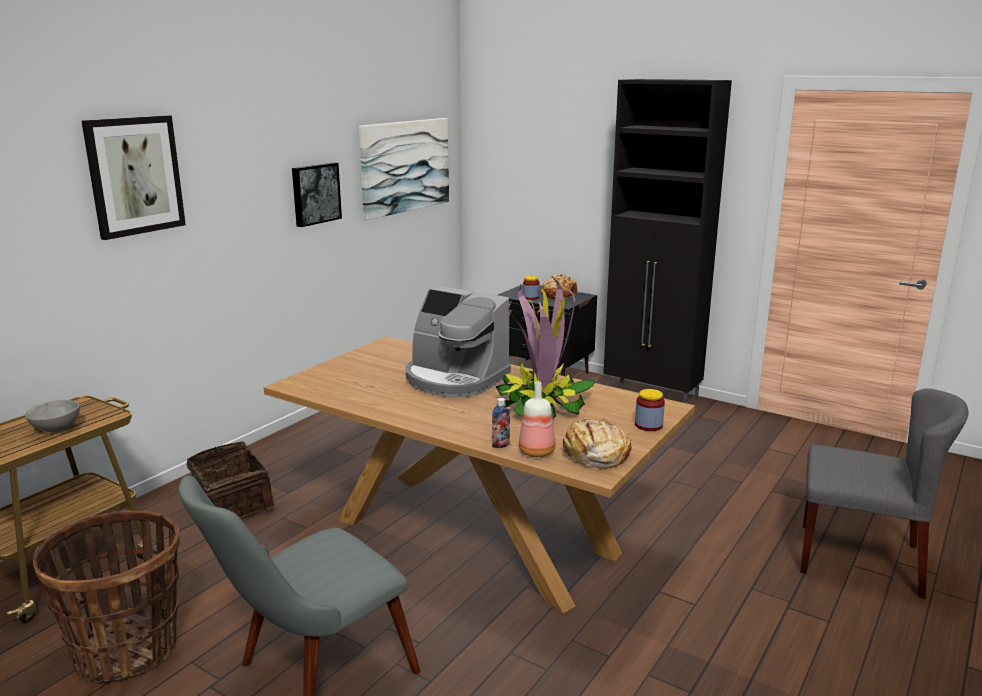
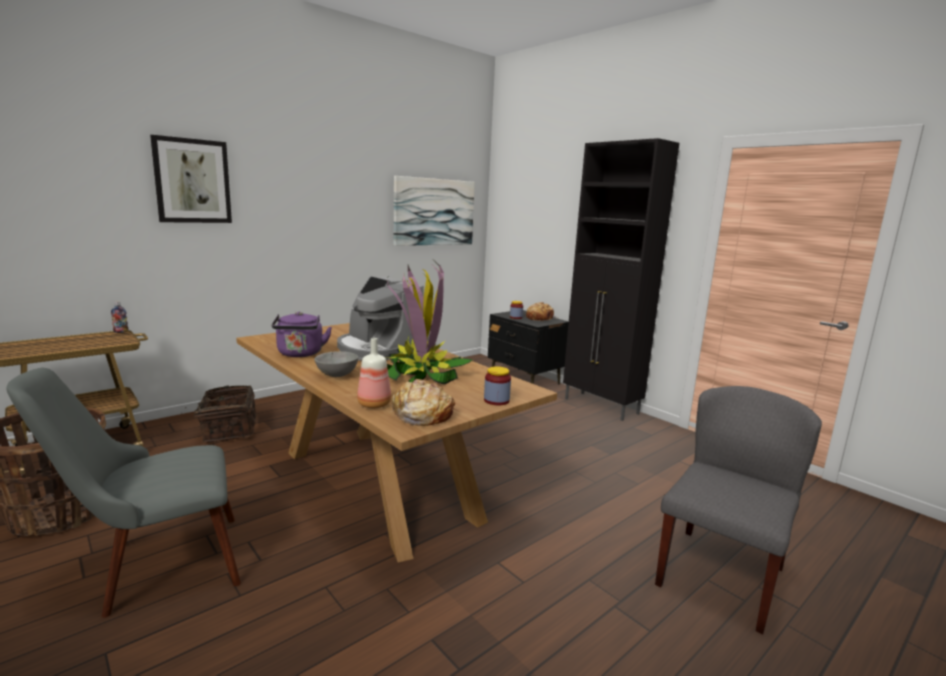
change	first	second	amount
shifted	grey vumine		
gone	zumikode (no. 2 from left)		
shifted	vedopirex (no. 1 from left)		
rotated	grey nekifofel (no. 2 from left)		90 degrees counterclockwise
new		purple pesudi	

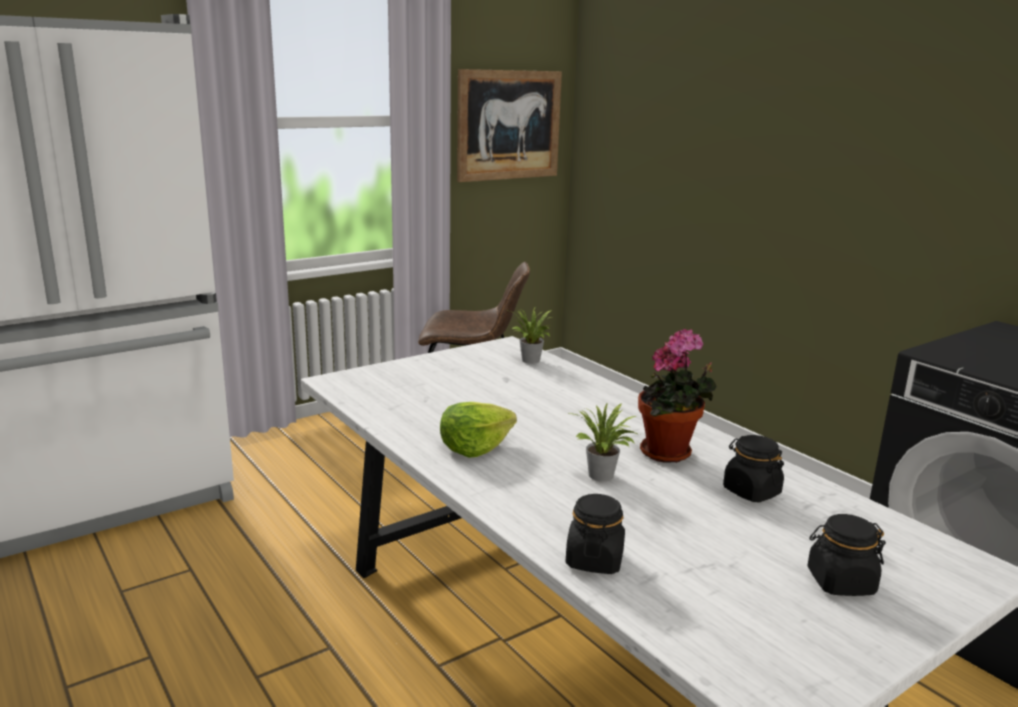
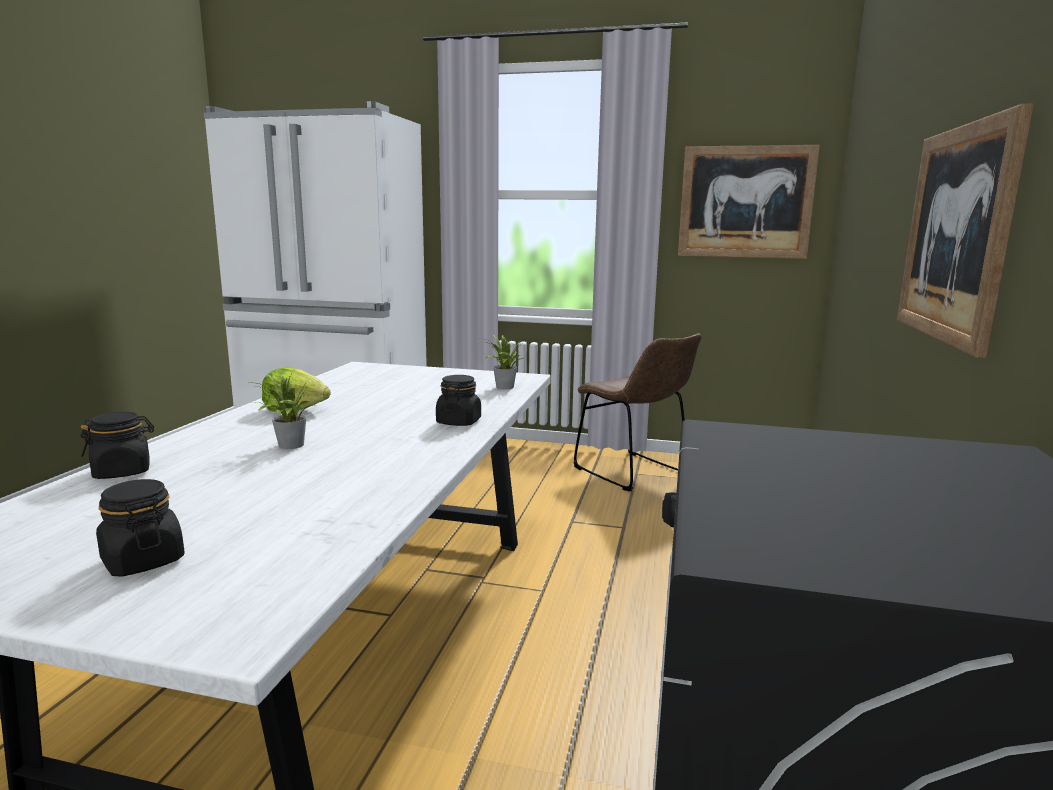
change	first	second	amount
gone	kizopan (no. 3 from left)		
shifted	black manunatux (no. 2 from left in the first image)	black manunatux (no. 3 from left)	
new		zumikode (no. 2 from left)	

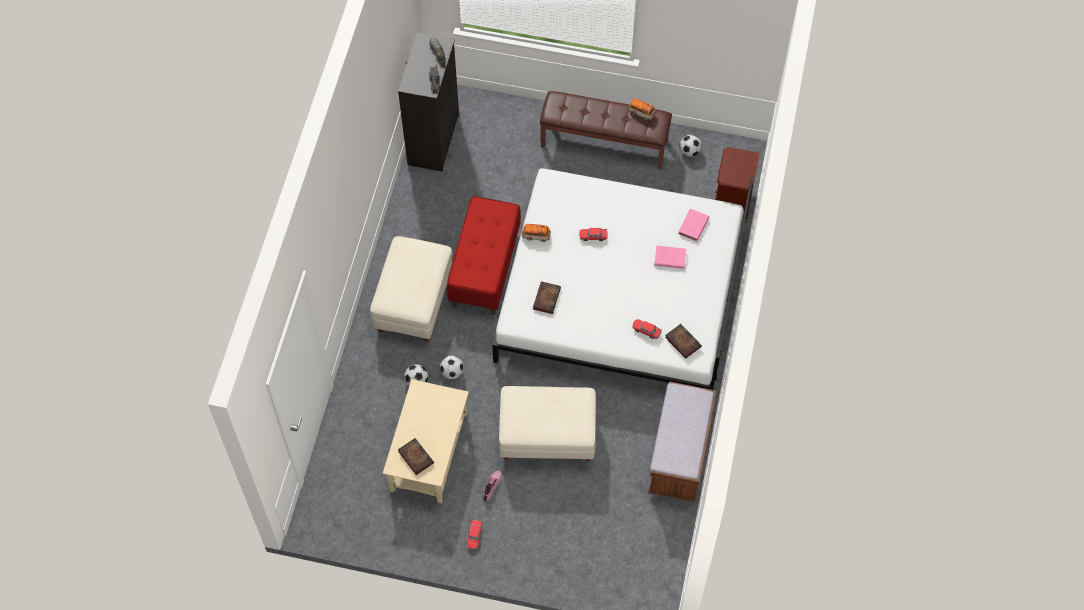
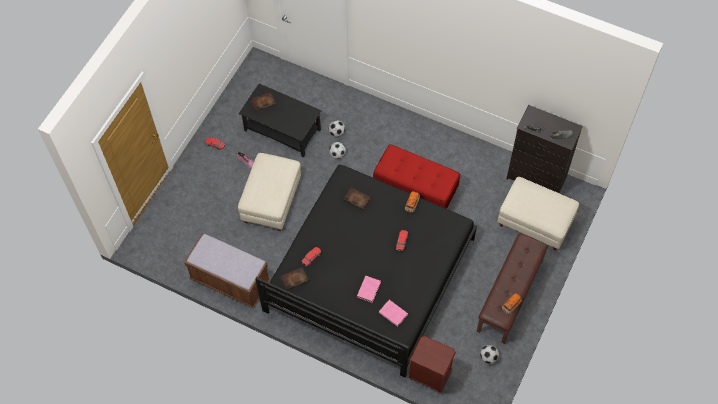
change	first	second	amount
shifted	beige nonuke (no. 1 from left in the first image)	beige nonuke (no. 2 from left)	
repainted	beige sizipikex	black sizipikex	
repainted	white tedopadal	black tedopadal	

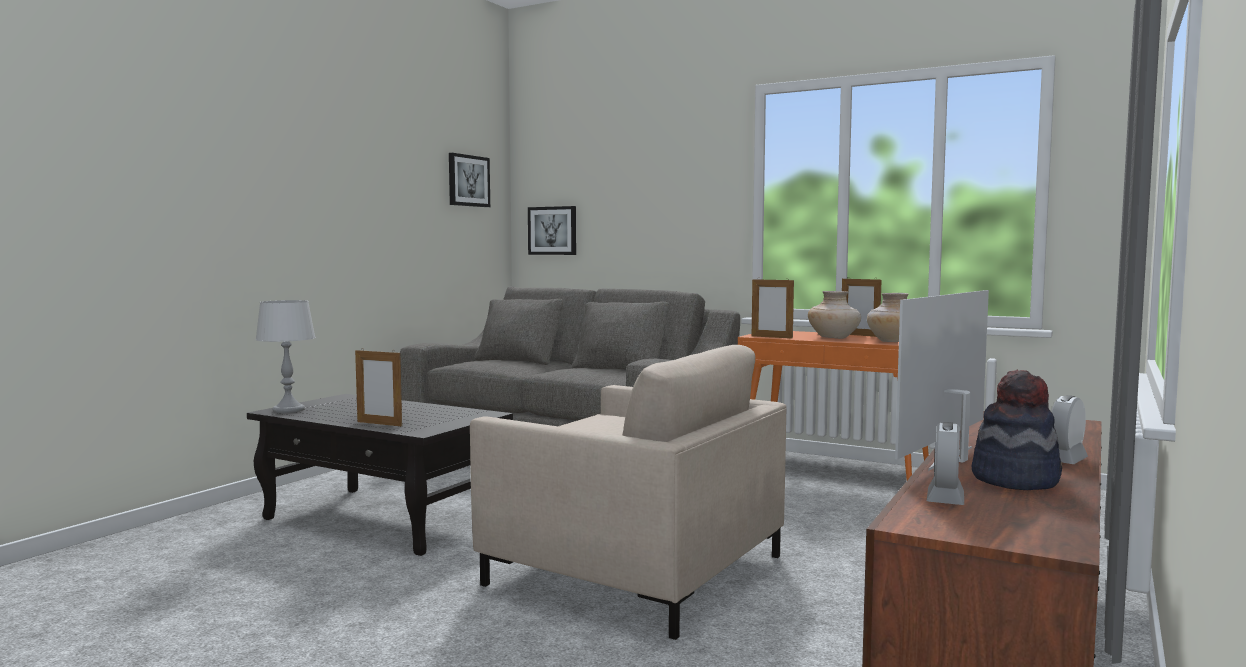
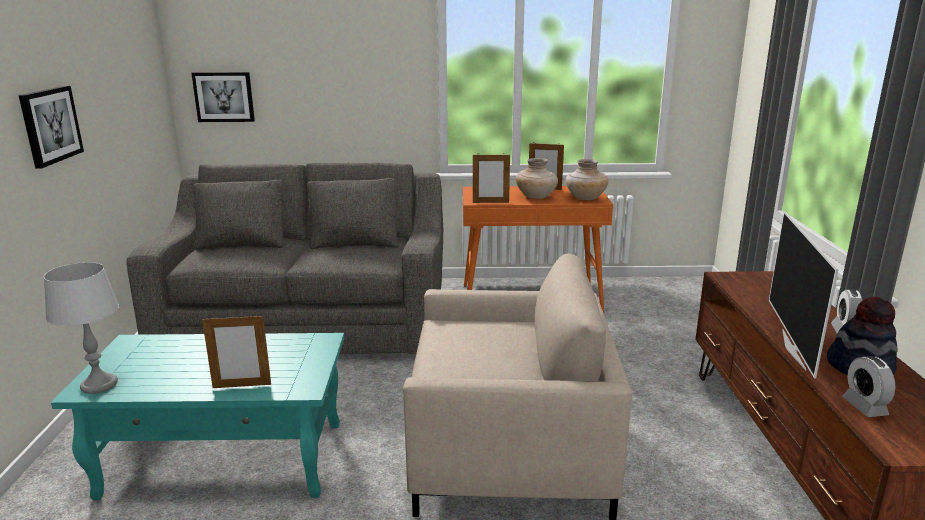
change	first	second	amount
repainted	black sizipikex	turquoise sizipikex	
shifted	zumikode (no. 1 from left)		

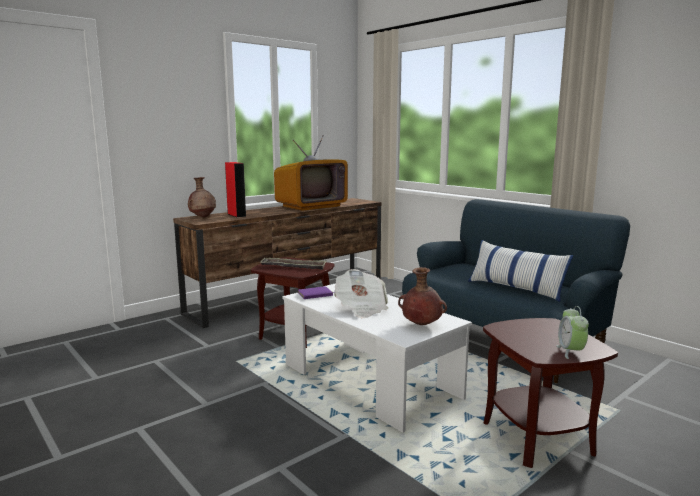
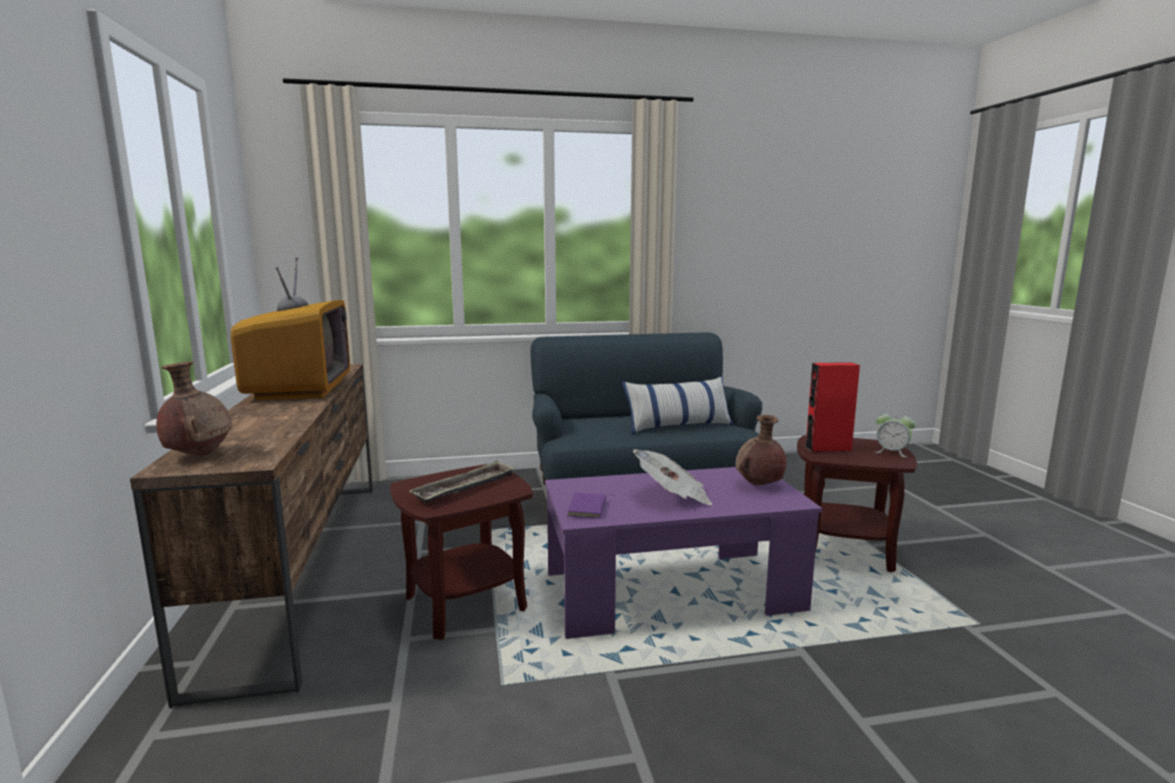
change	first	second	amount
shifted	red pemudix		
repainted	white sizipikex	purple sizipikex	

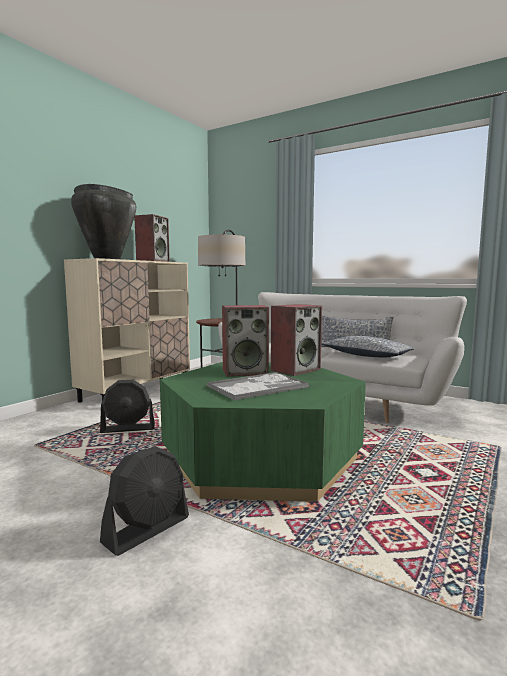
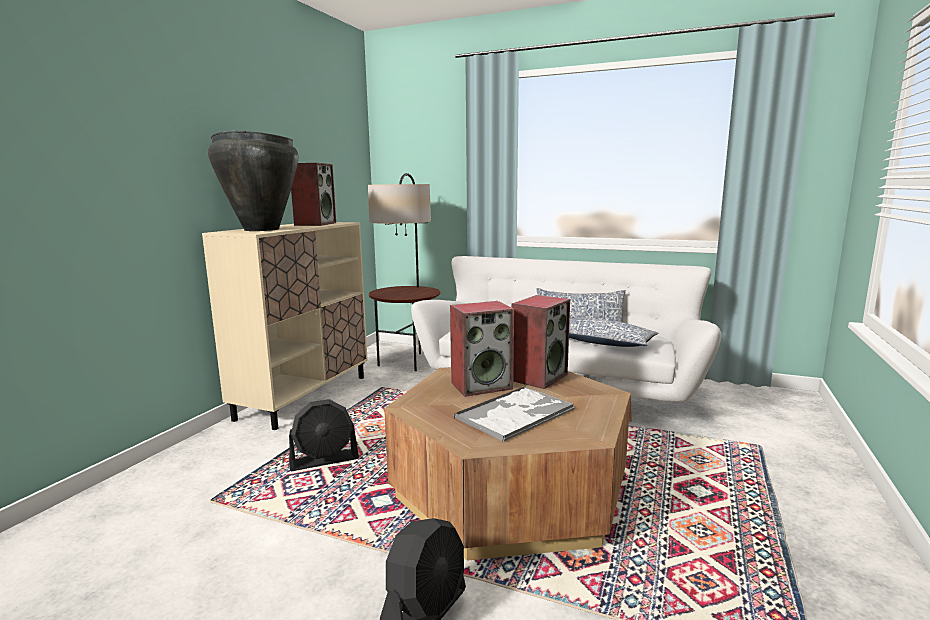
change	first	second	amount
repainted	green sizipikex	brown sizipikex	

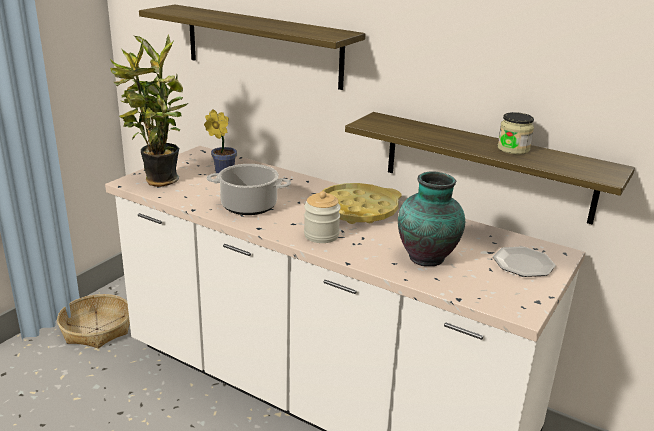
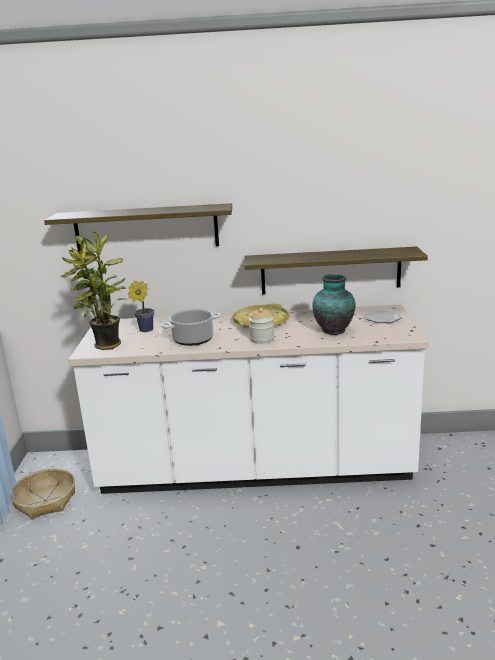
change	first	second	amount
gone	manunatux (no. 2 from left)		

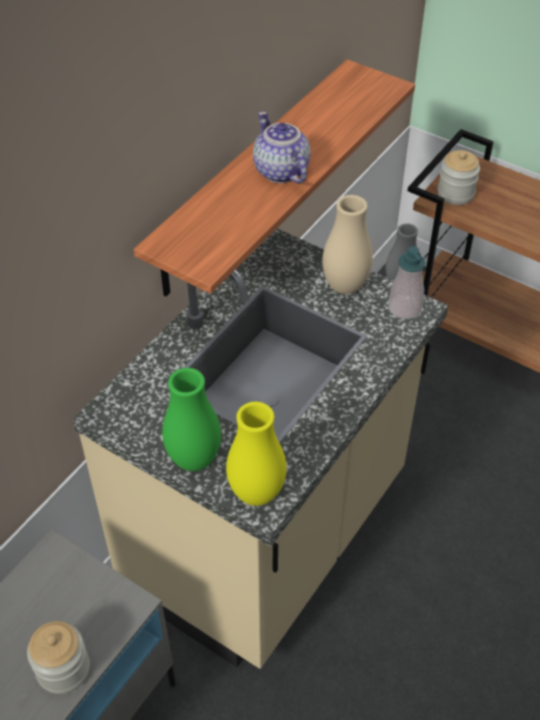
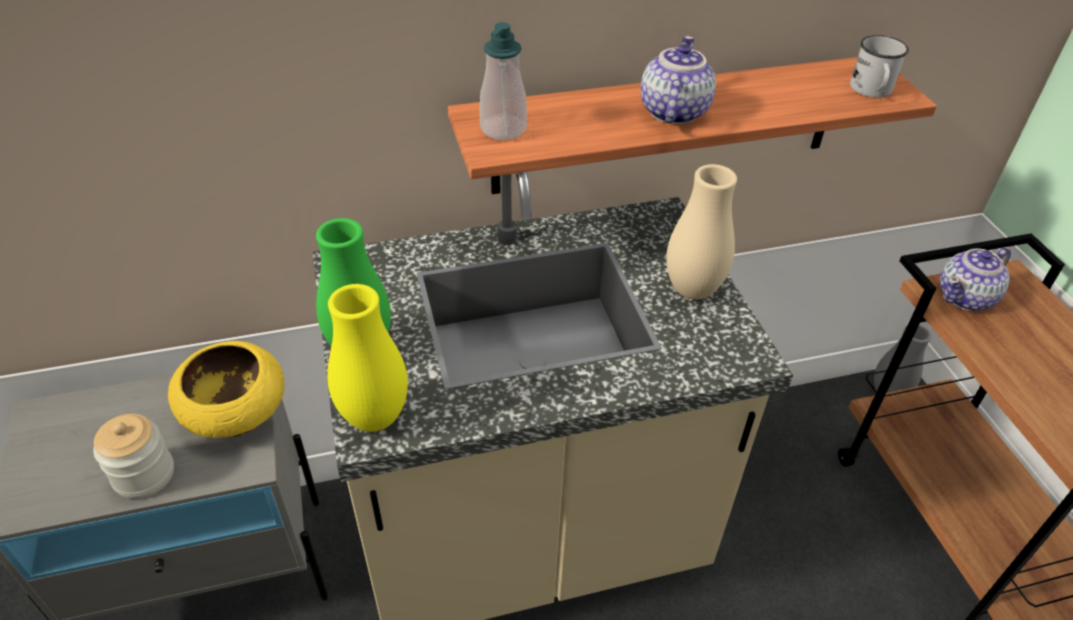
change	first	second	amount
shifted	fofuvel		
swapped	manunatux (no. 2 from left)	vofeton (no. 2 from left)	
new		yellow vumine	
new		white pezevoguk	

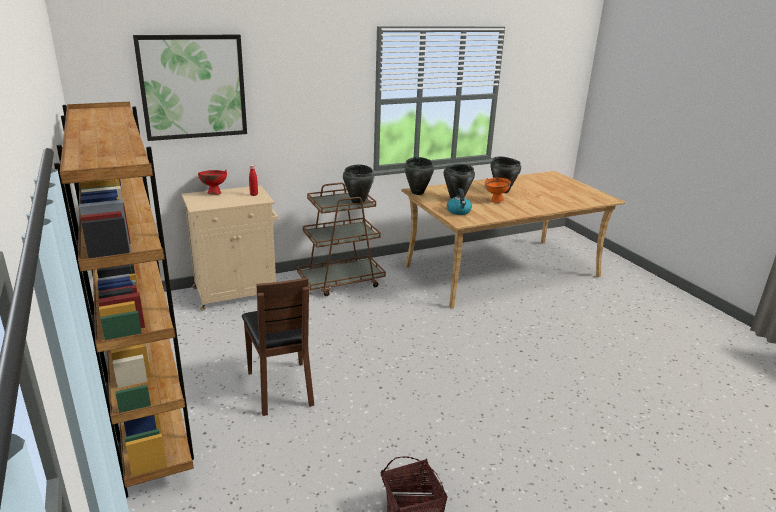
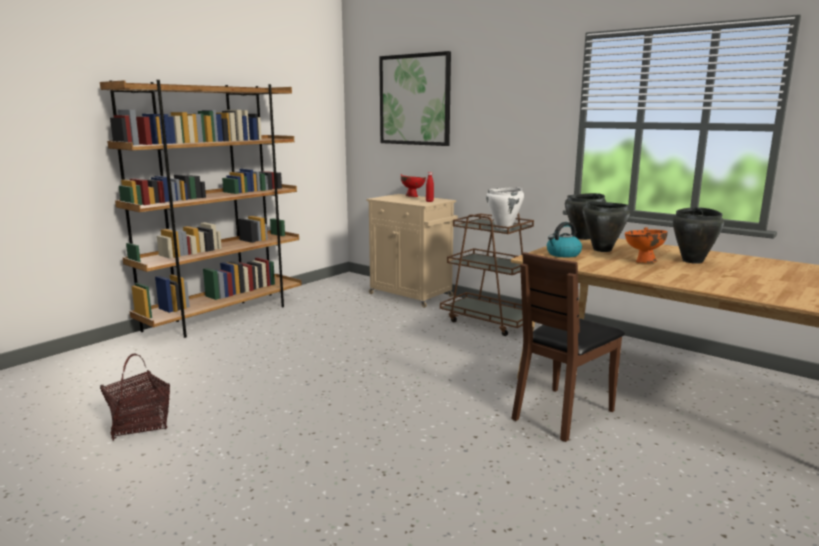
change	first	second	amount
shifted	brown nekifofel		
repainted	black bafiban (no. 1 from left)	white bafiban	

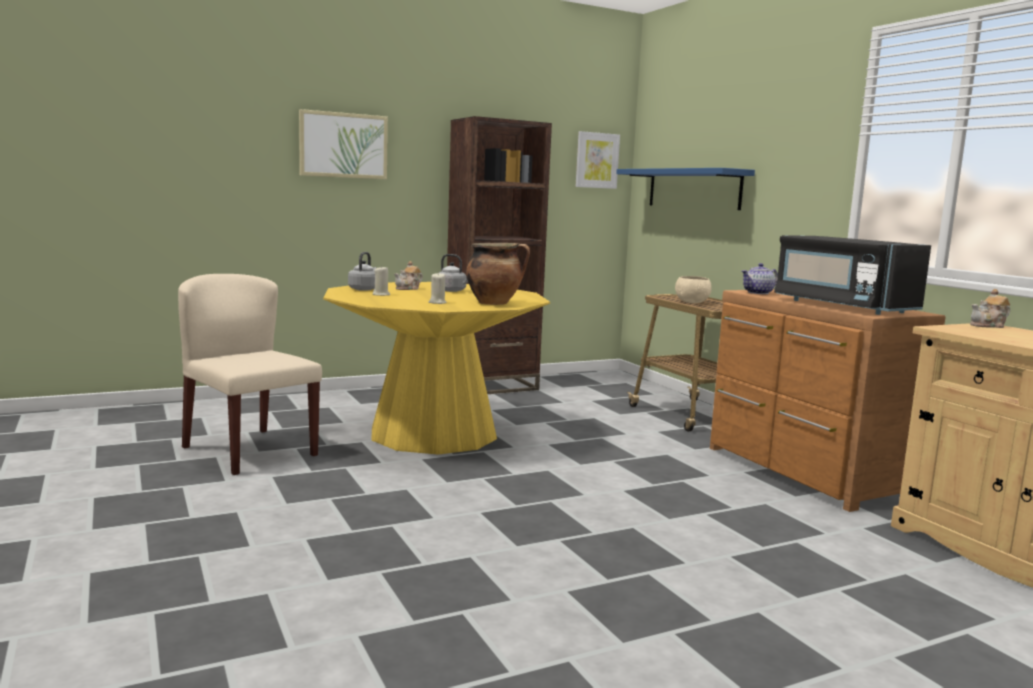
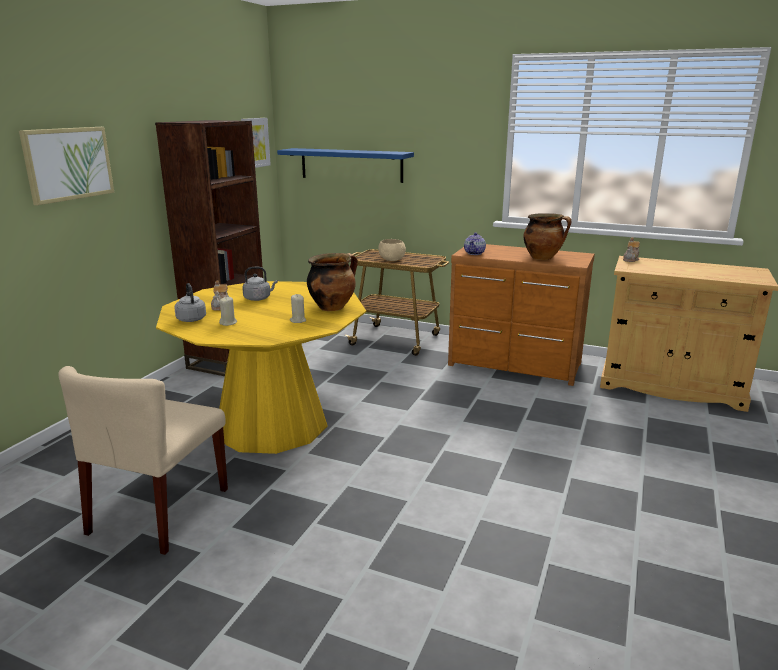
change	first	second	amount
rotated	beige nekifofel		75 degrees counterclockwise
swapped	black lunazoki	bafiban (no. 2 from left)	

